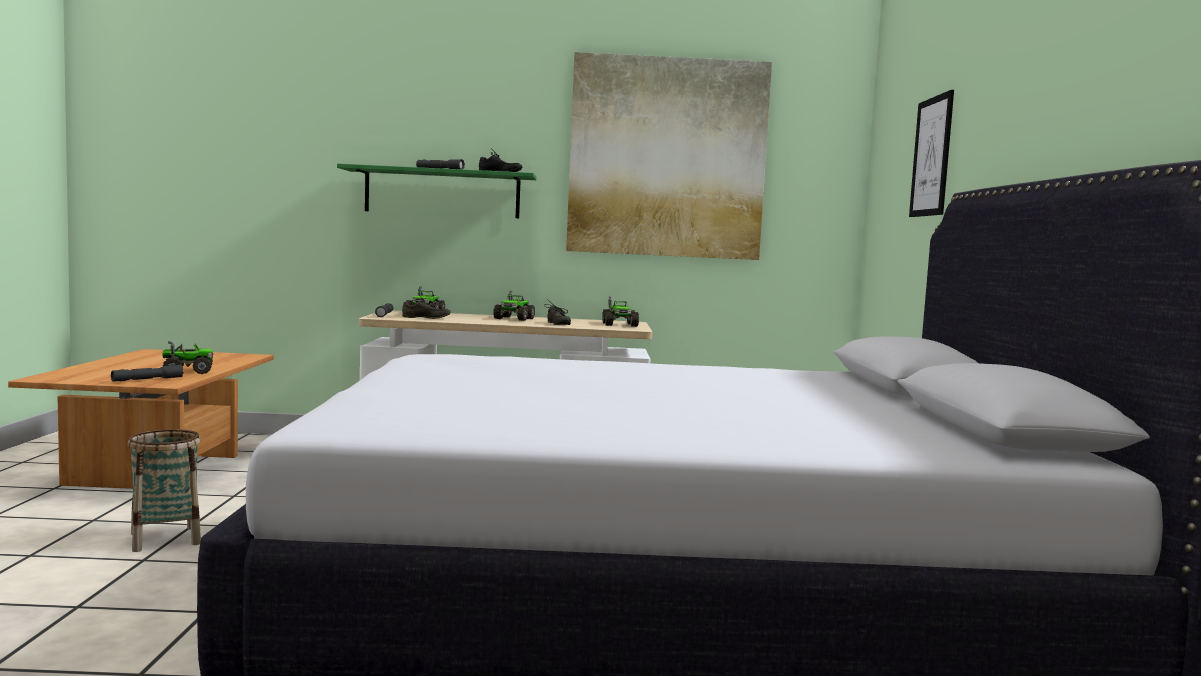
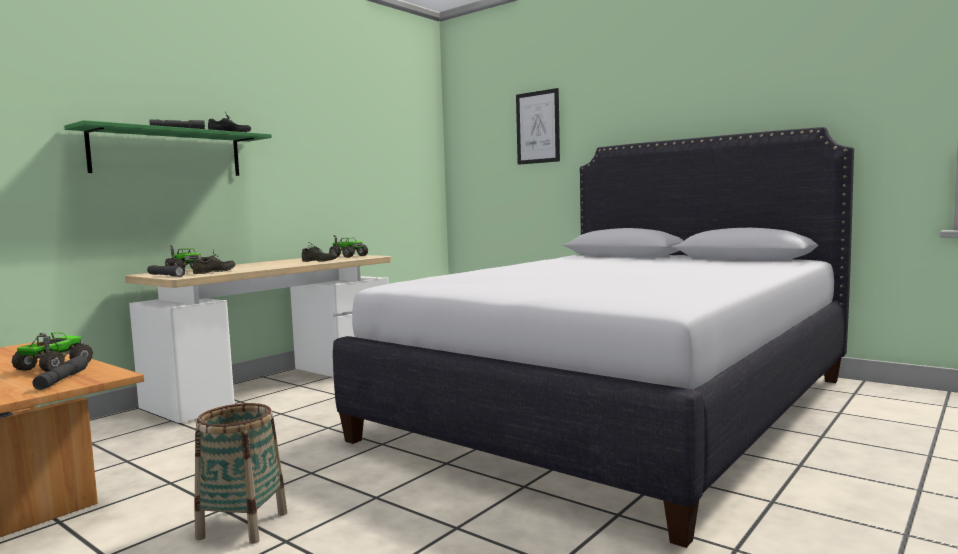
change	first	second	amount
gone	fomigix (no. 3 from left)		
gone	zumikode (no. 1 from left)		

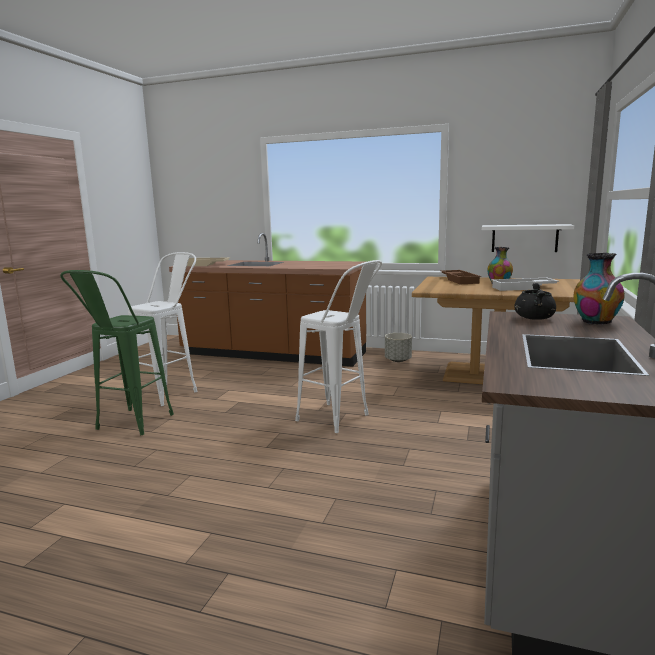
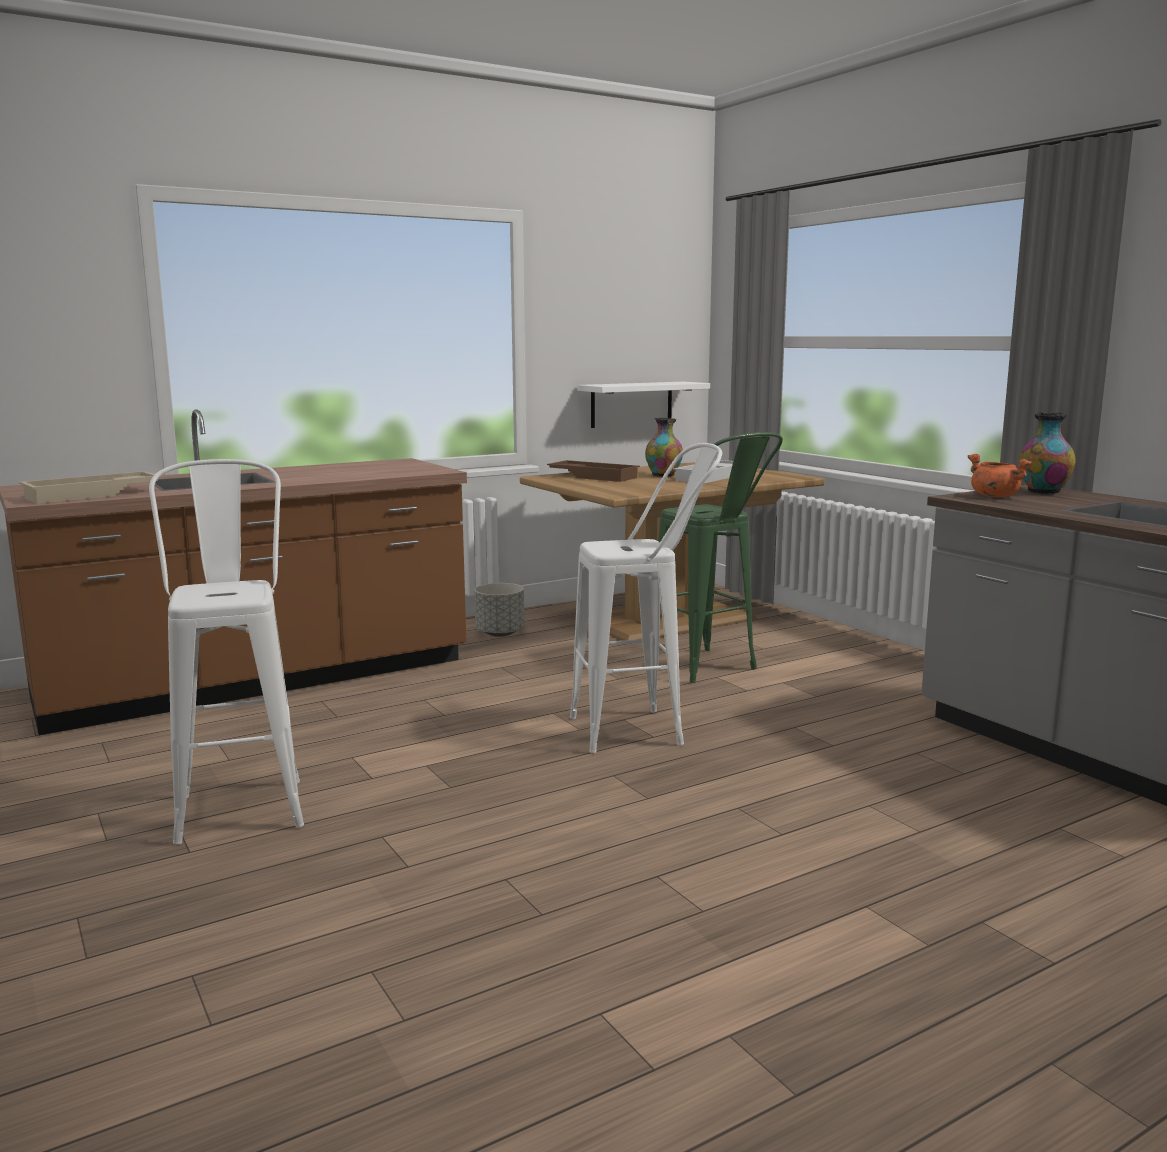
change	first	second	amount
shifted	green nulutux		
repainted	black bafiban	orange bafiban	

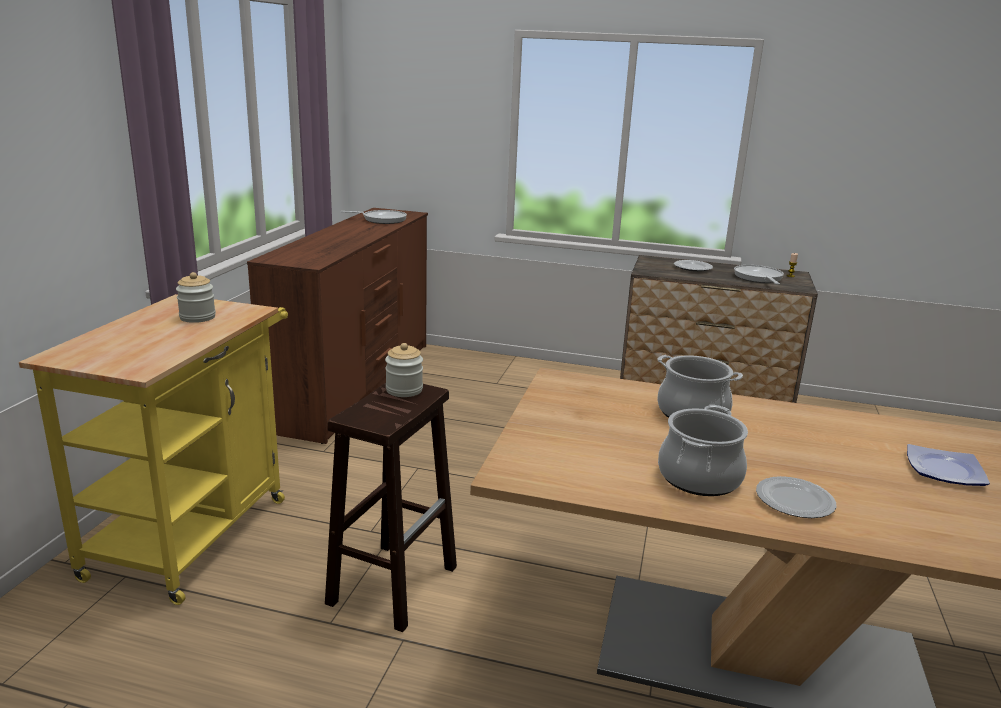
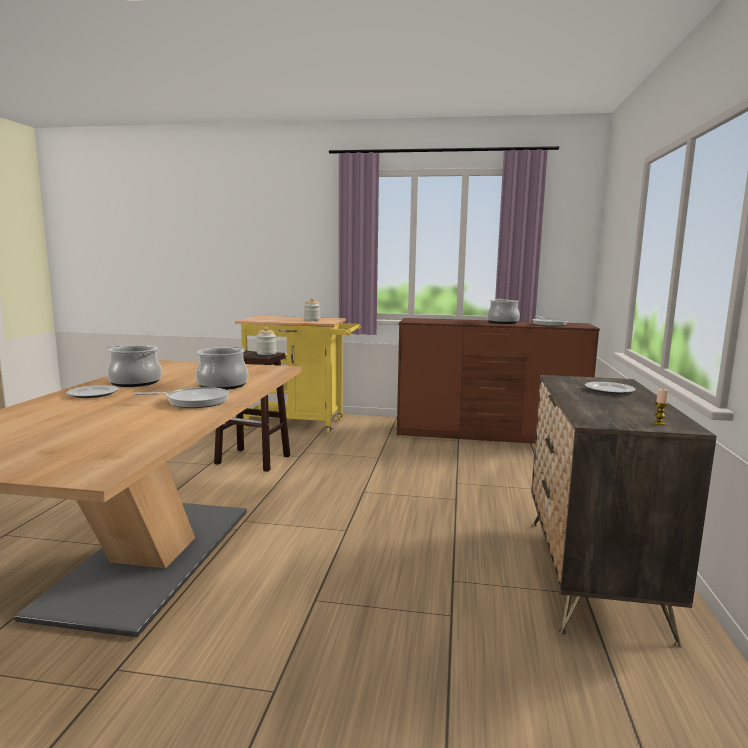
change	first	second	amount
shifted	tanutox (no. 2 from left in the first image)	tanutox (no. 1 from left)	
gone	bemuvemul (no. 3 from left)		
new		bafiban (no. 3 from left)	

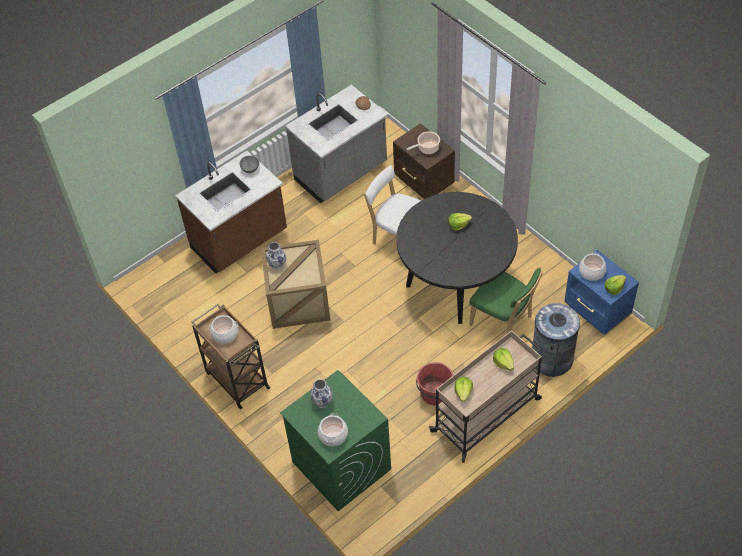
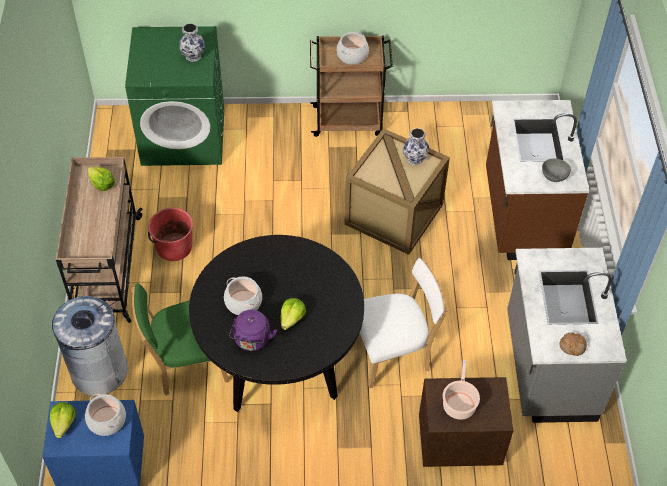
change	first	second	amount
shifted	bafiban (no. 2 from left)		
gone	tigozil (no. 3 from left)		
new		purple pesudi	

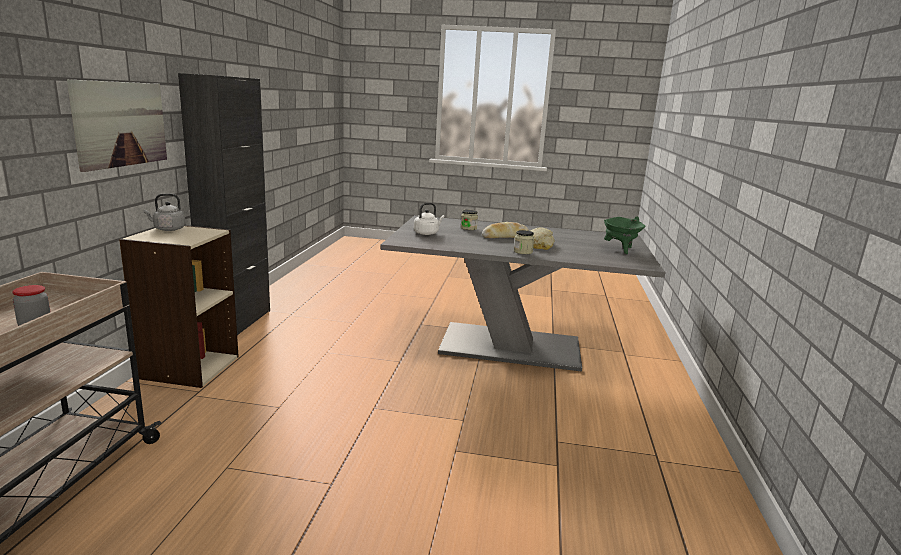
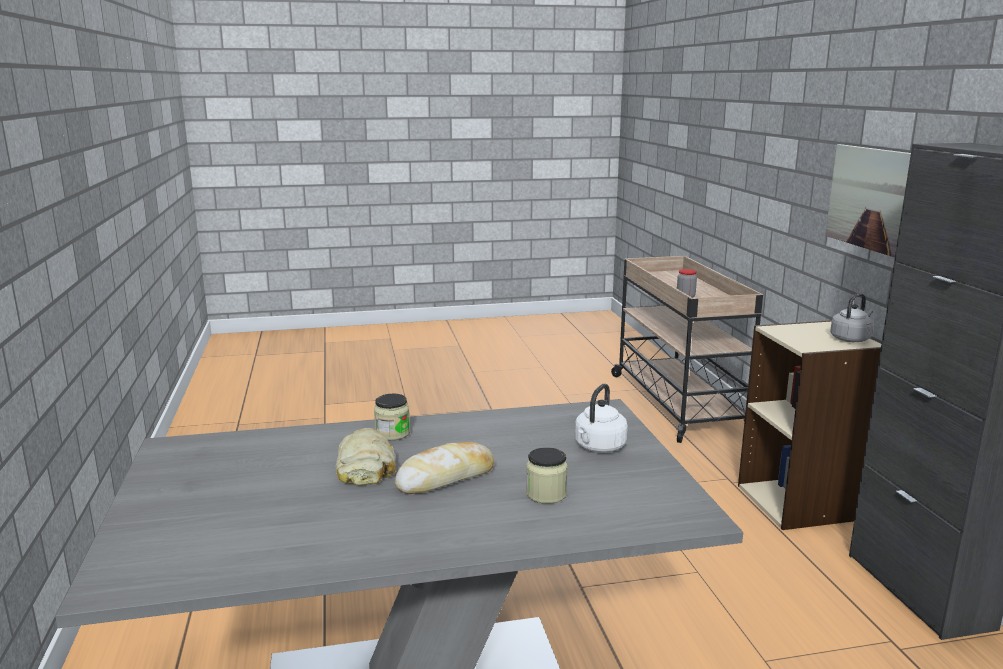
change	first	second	amount
gone	green bafiban		

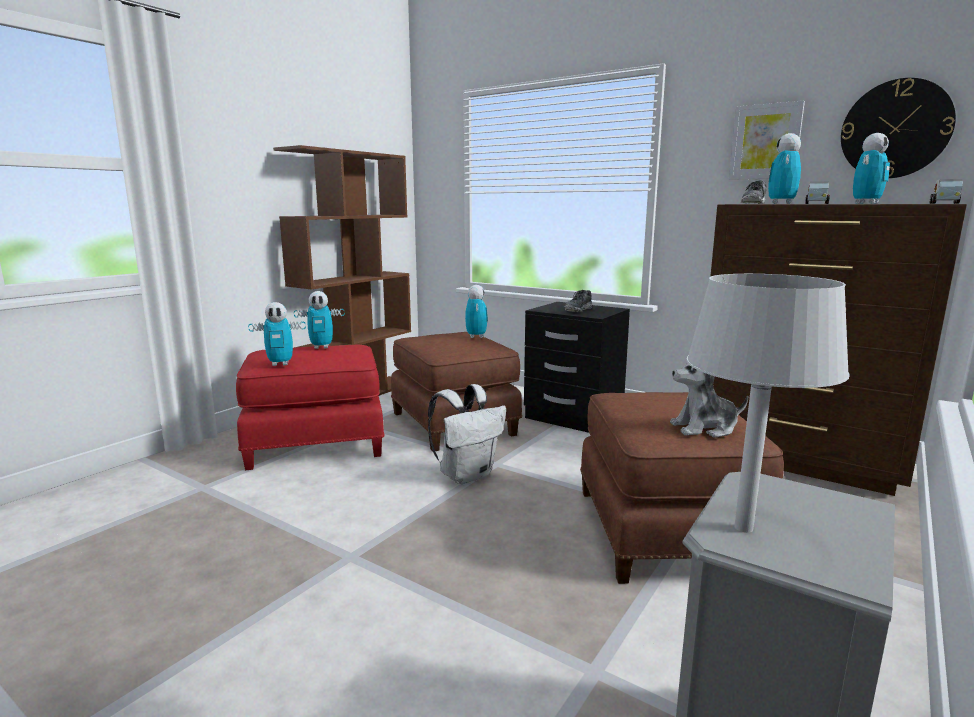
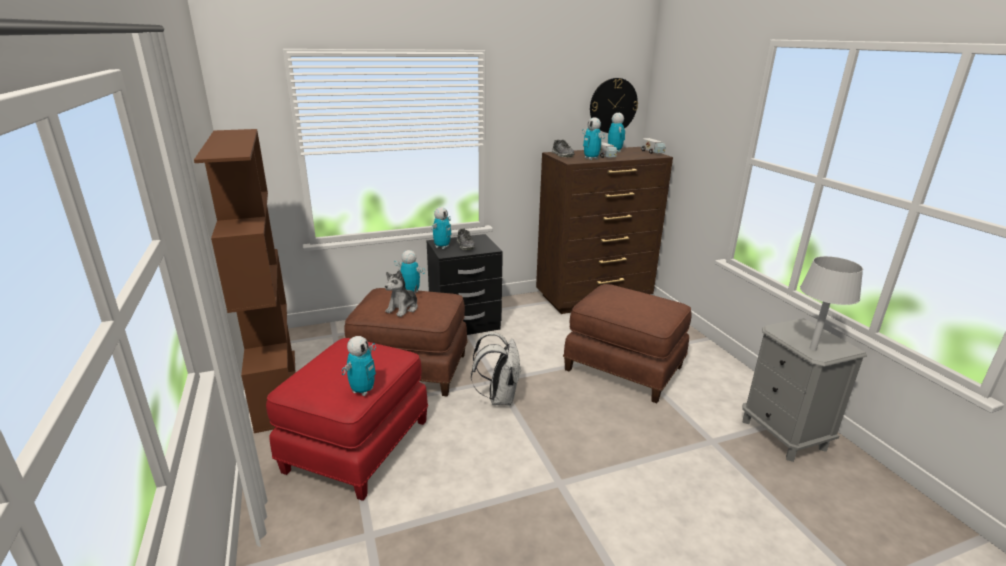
change	first	second	amount
shifted	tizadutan (no. 2 from left in the first image)	tizadutan (no. 3 from left)	
shifted	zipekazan		
gone	zumikode		

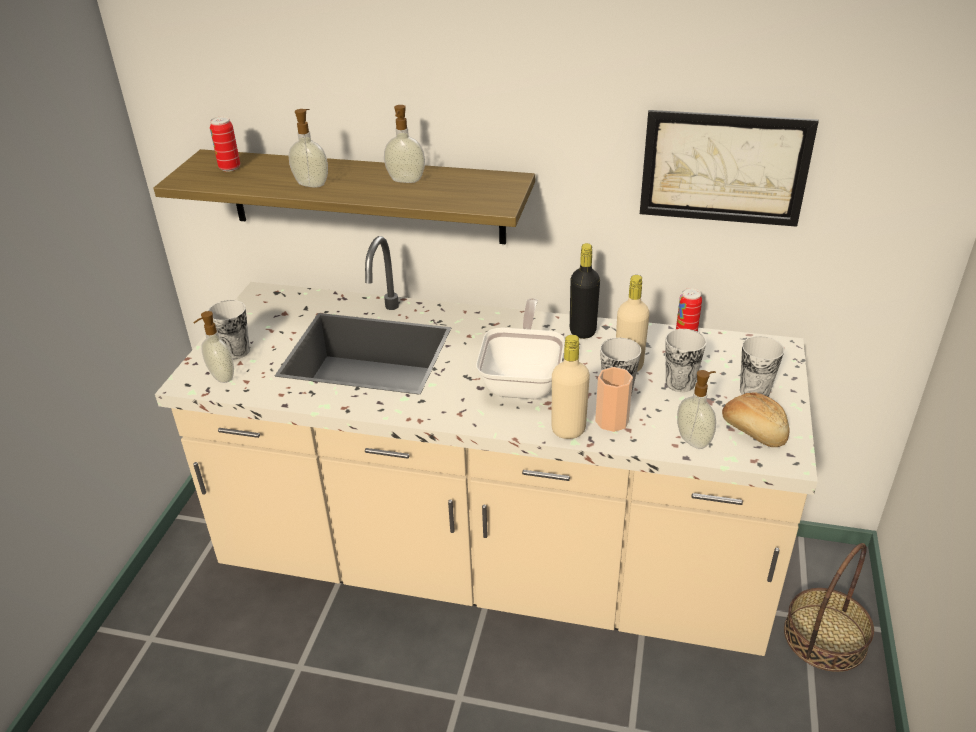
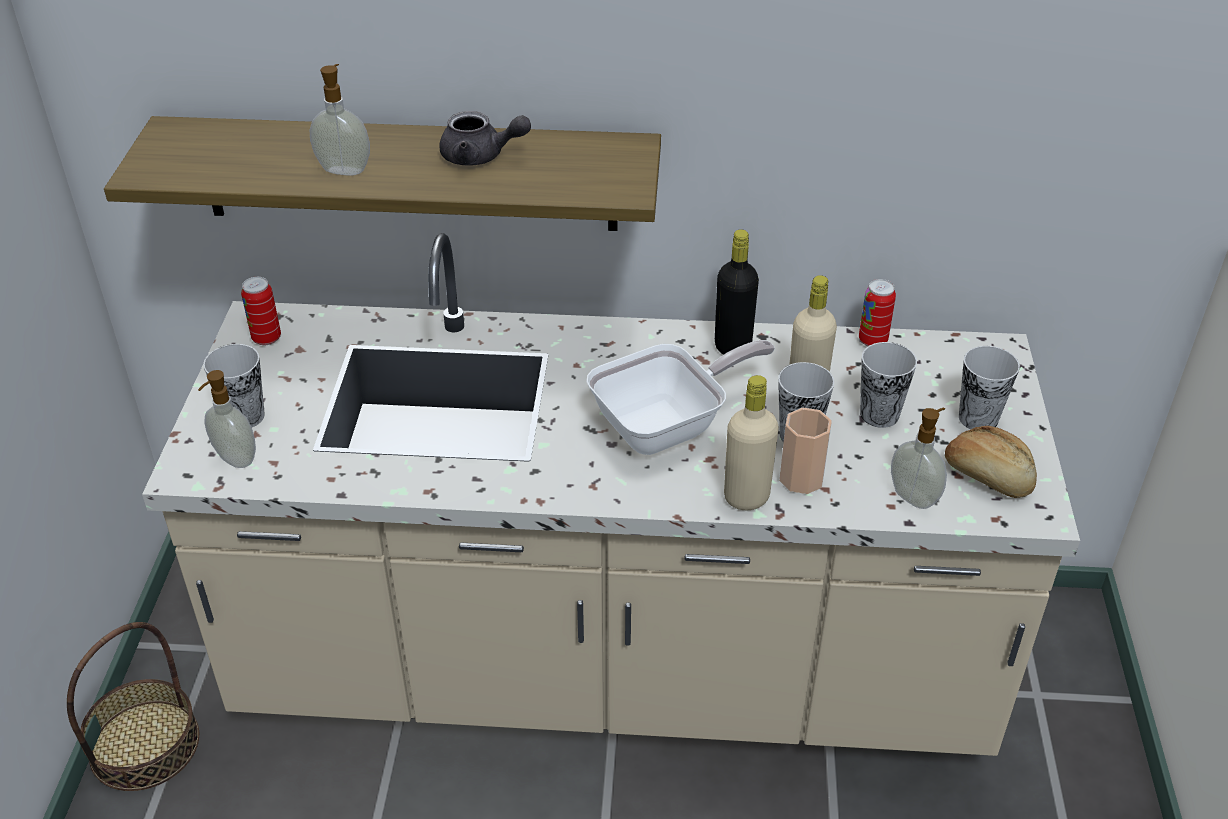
change	first	second	amount
shifted	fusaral (no. 1 from left)		
swapped	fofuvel (no. 3 from left)	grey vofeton	
rotated	tanutox		60 degrees clockwise
gone	zumikode		
shifted	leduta		

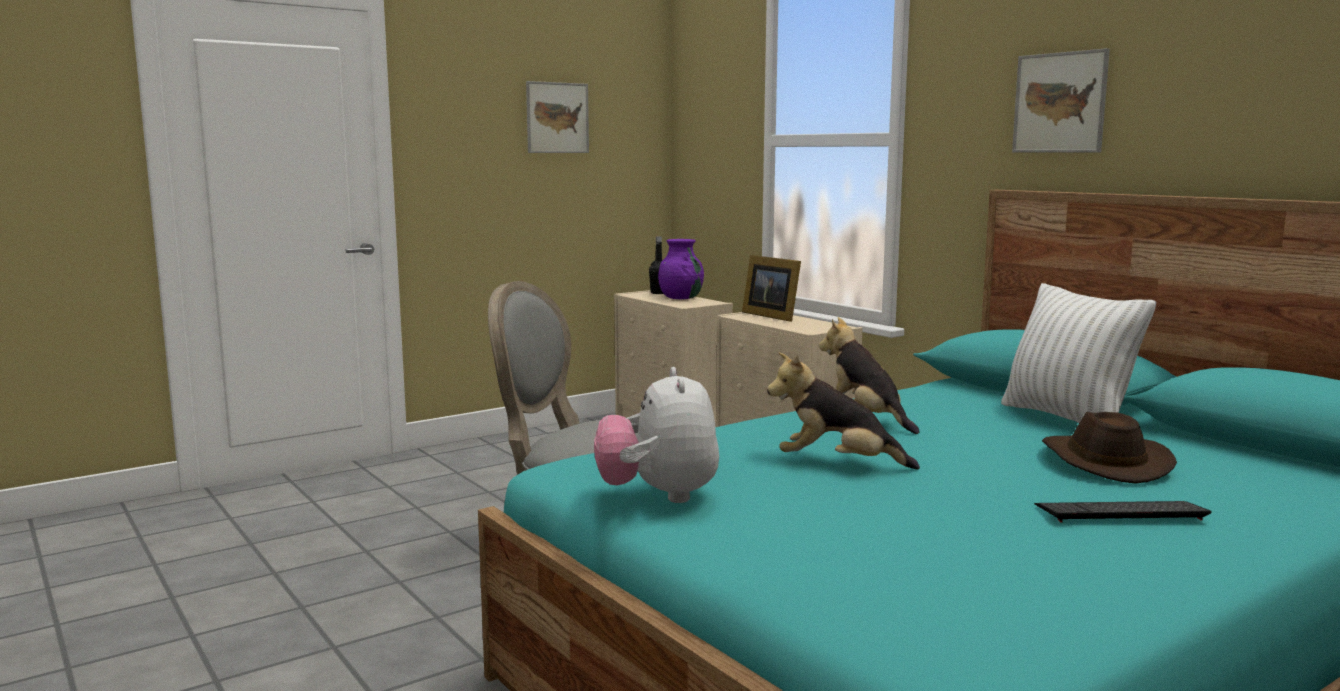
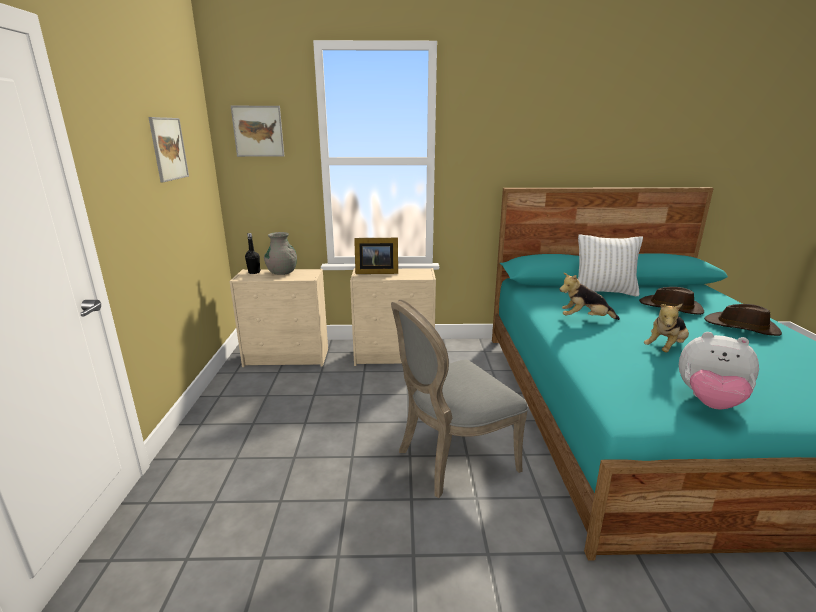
change	first	second	amount
repainted	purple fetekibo	grey fetekibo	
shifted	zumikode (no. 2 from left)		
swapped	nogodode	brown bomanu (no. 2 from left)	

